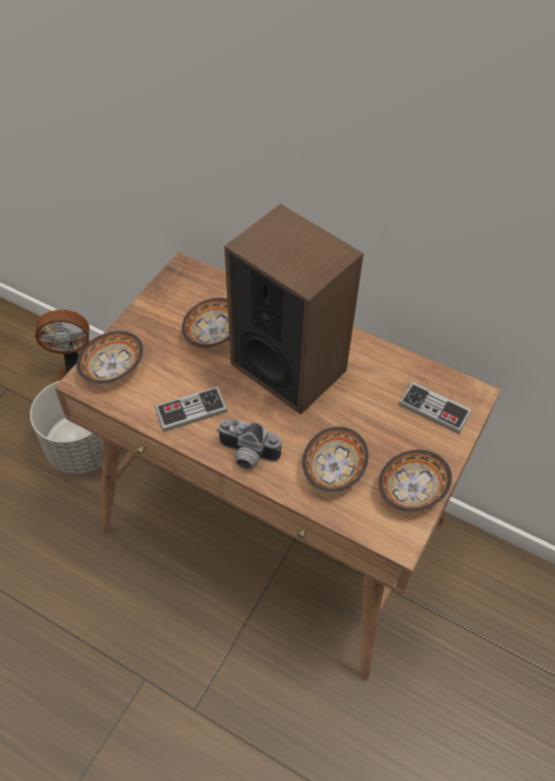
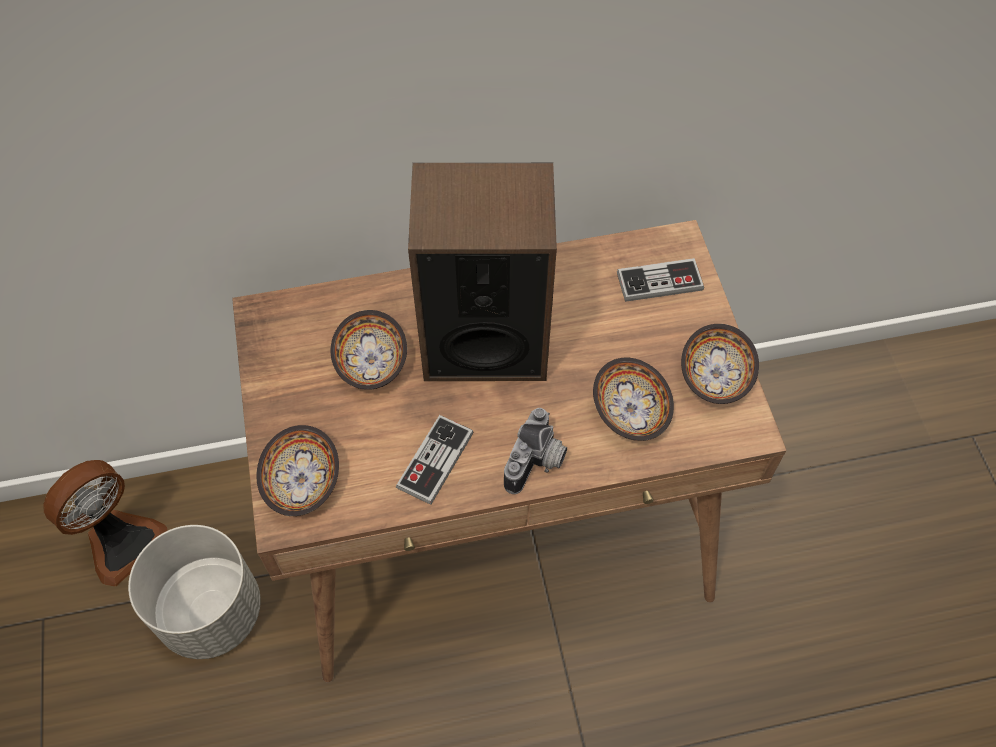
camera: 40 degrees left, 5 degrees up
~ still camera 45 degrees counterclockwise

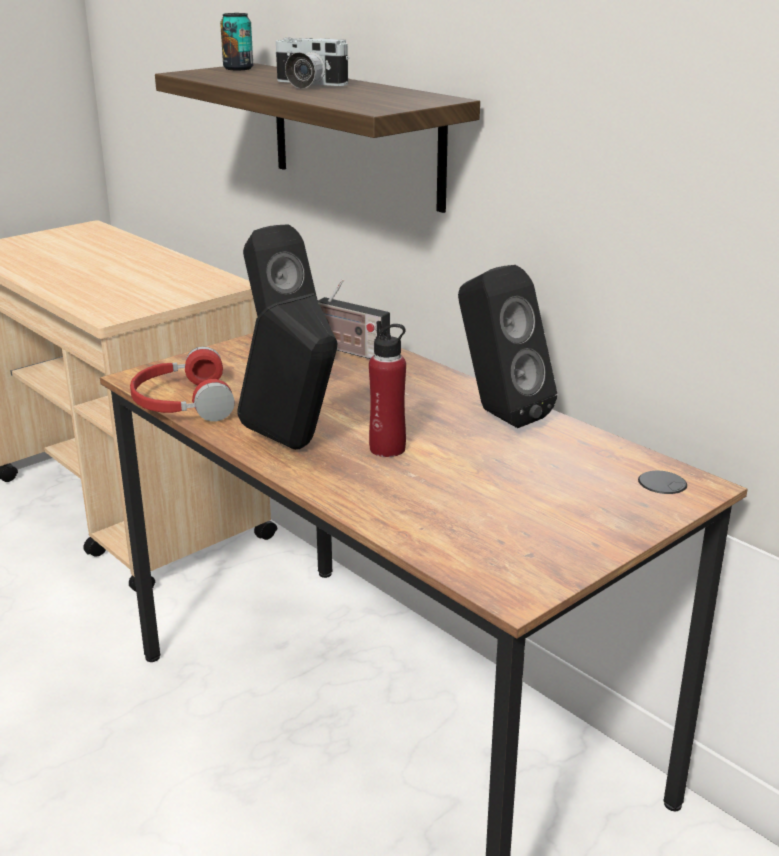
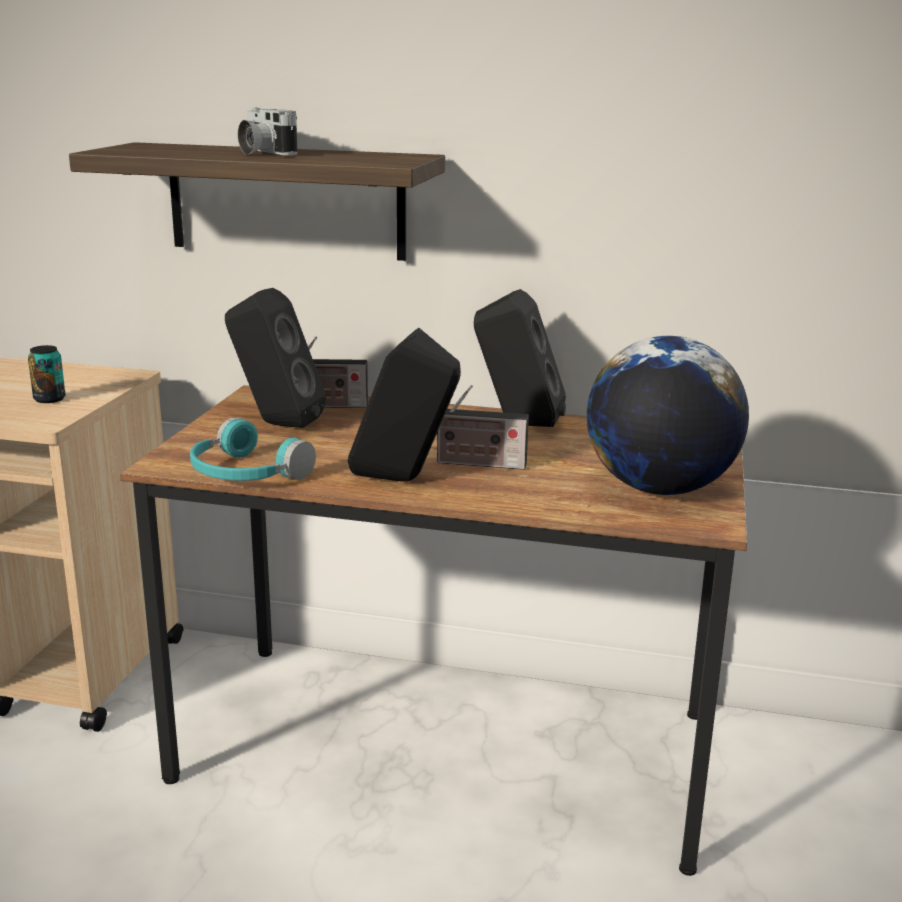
camera: 35 degrees left, 5 degrees down
~ sealed can
~ still camera 60 degrees clockwise
~ bottle in red to radio (2nd from left)
~ pair of headphones in red to pair of headphones in turquoise-coloured
+ desk globe

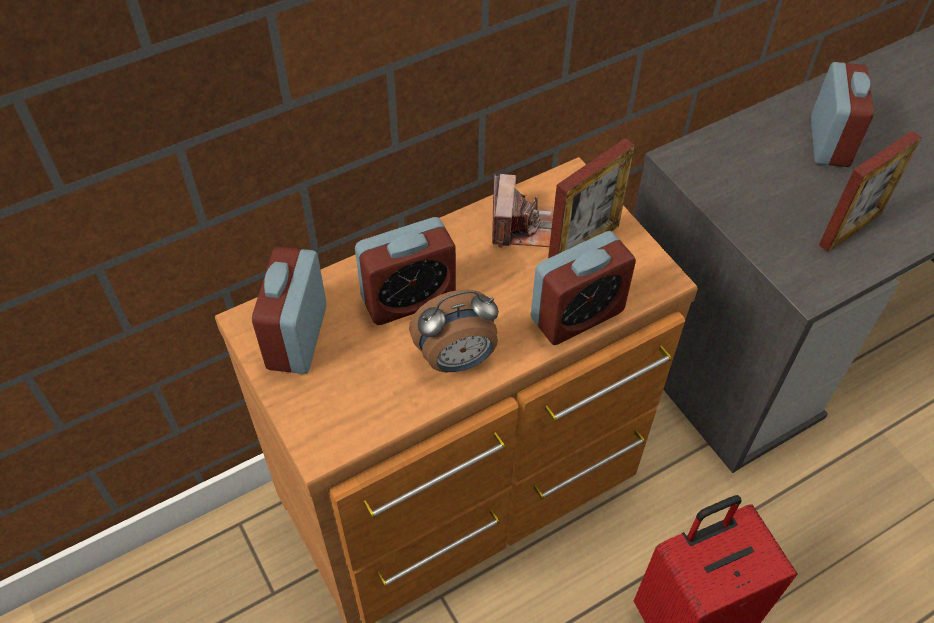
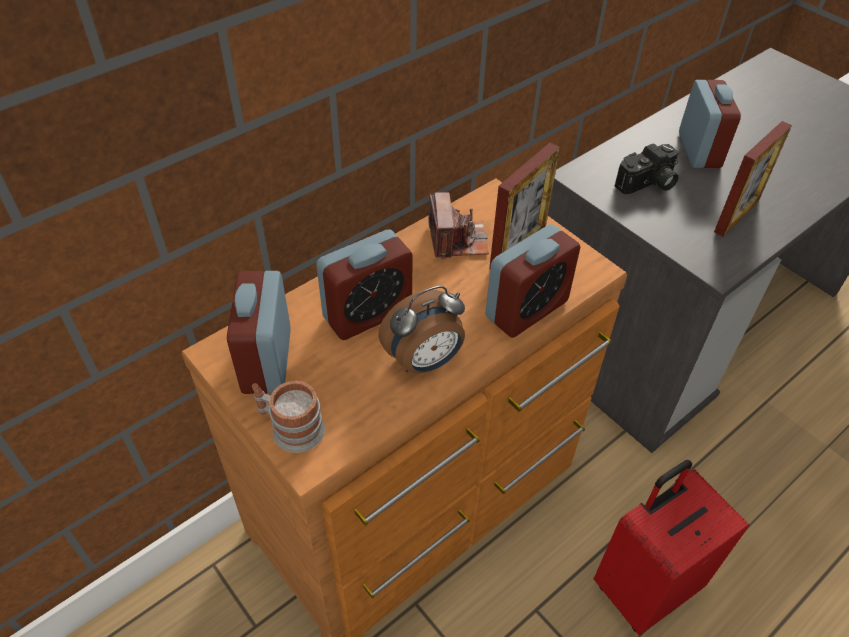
camera: 10 degrees left, 5 degrees down
+ still camera (2nd from left)
+ mug

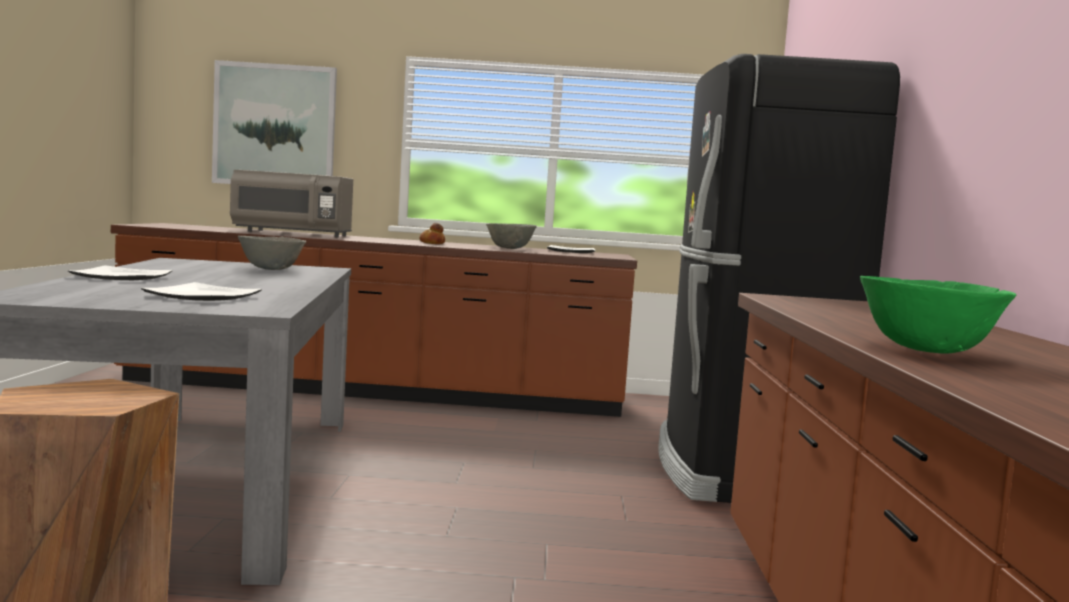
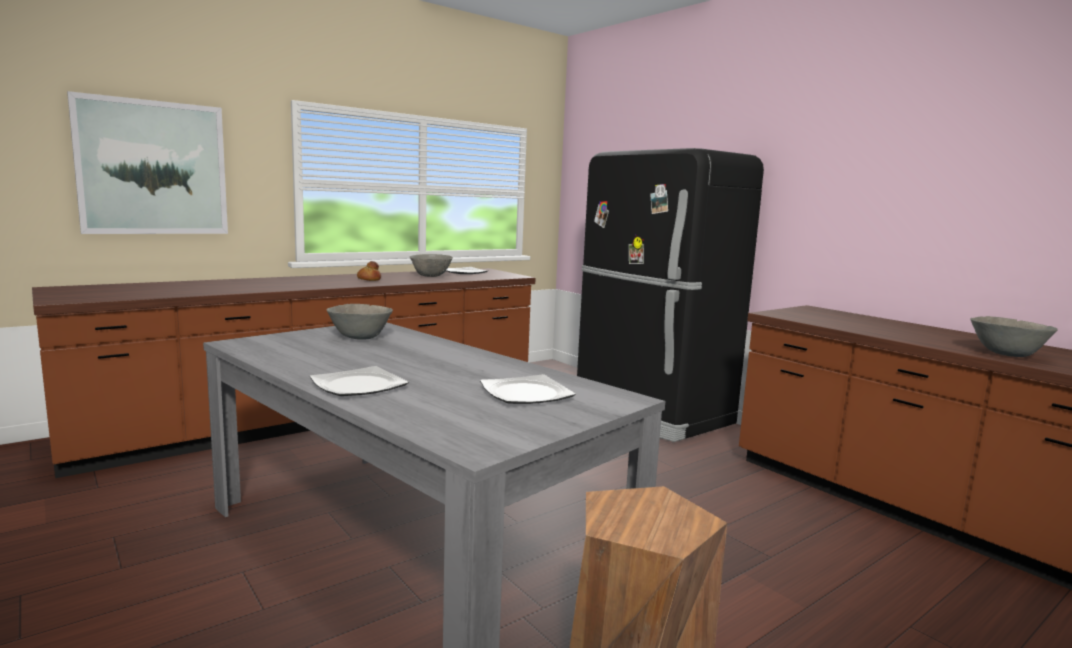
camera: 40 degrees left, 5 degrees up
- kitchen microwave in grey
~ serving bowl in greenish to serving bowl in grey (3rd from left)

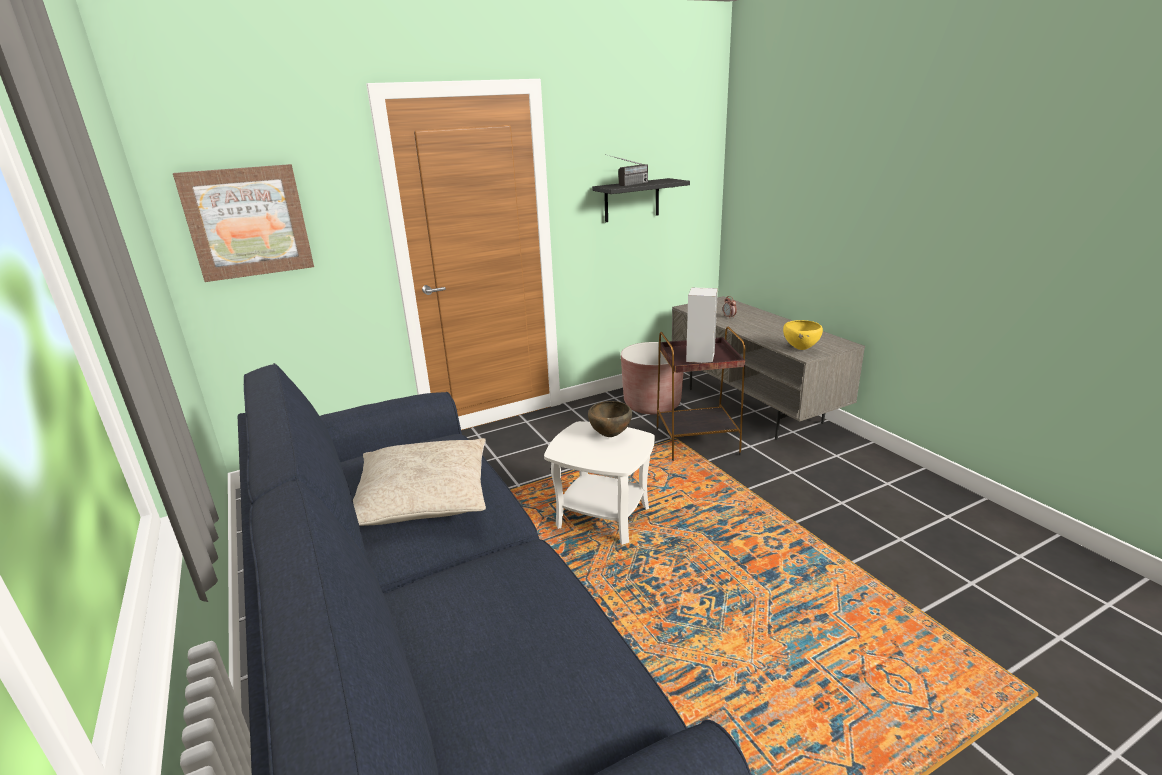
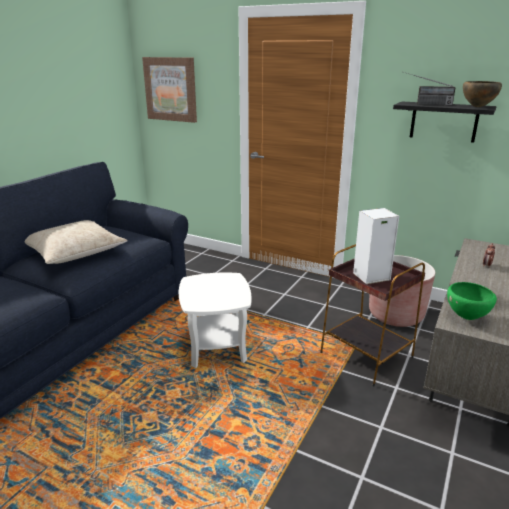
camera: 55 degrees right, 0 degrees up
~ serving bowl in yellowish to serving bowl in greenish
~ serving bowl in brown

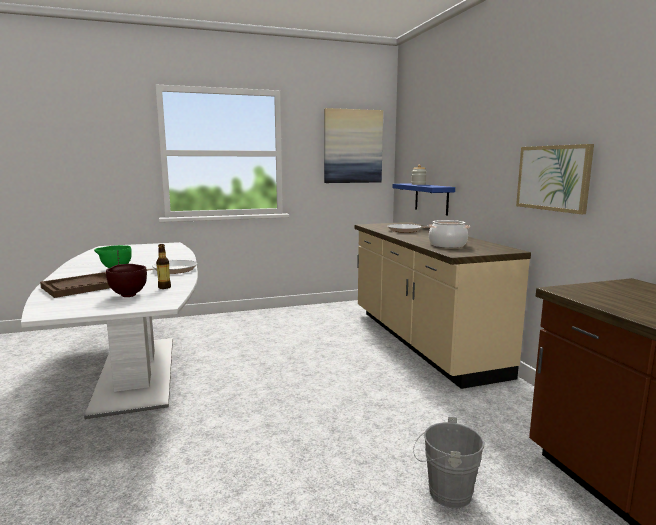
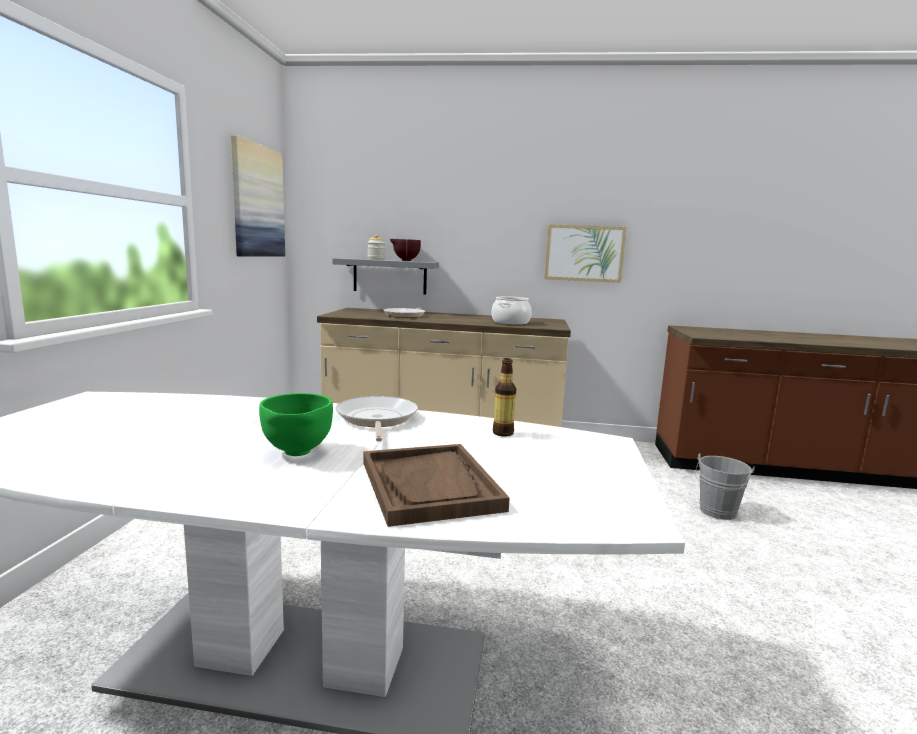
camera: 65 degrees left, 0 degrees up
~ bracket shelf in blue to bracket shelf in grey
~ serving bowl in brown

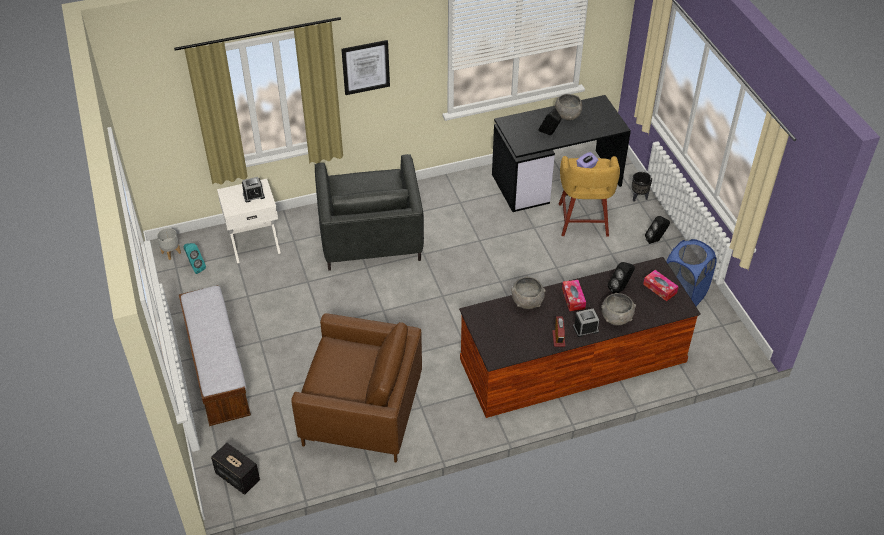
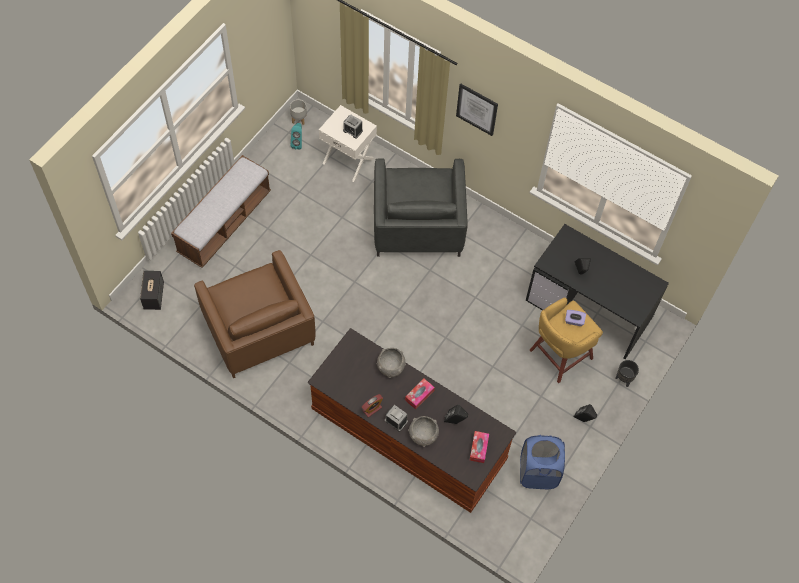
camera: 50 degrees right, 15 degrees up
- serving bowl in grey (2nd from left)
~ easy chair in grey 45 degrees counterclockwise

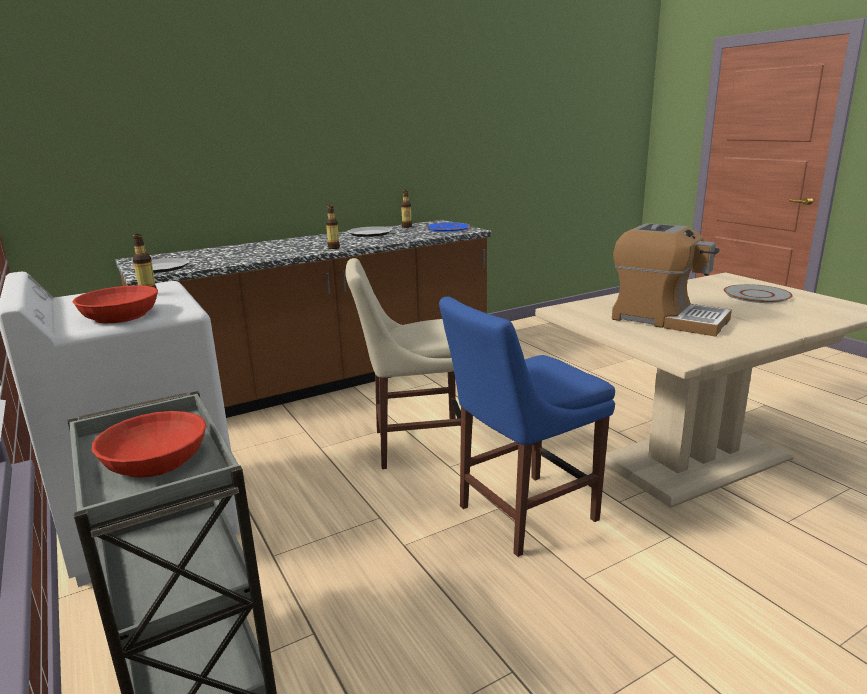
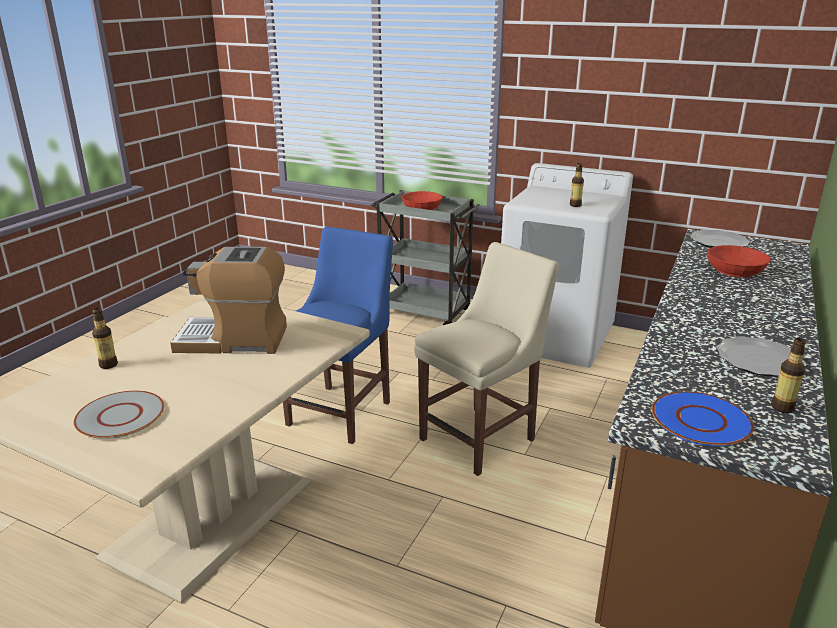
camera: 145 degrees right, 5 degrees up
~ bottle (2nd from left in the first image) to bottle (1st from left)
~ serving bowl in red (1st from left in the first image) to serving bowl in red (2nd from left)

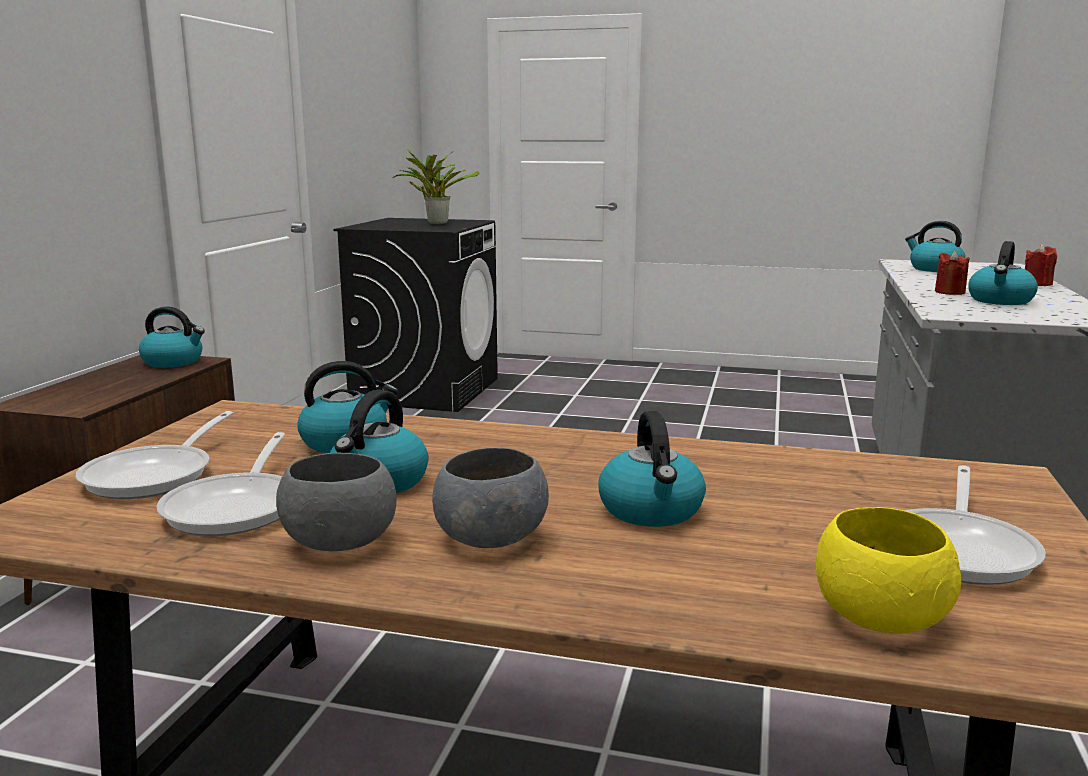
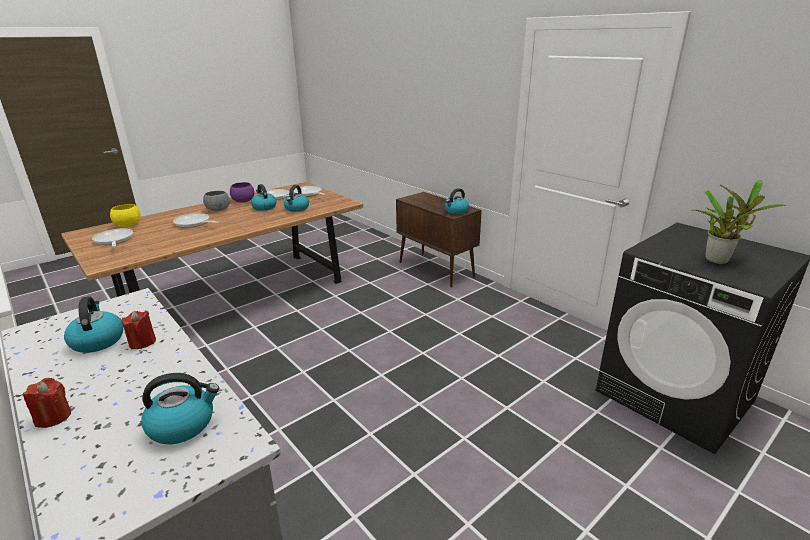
camera: 125 degrees right, 10 degrees up
~ water kettle (4th from left) to skillet (2nd from left)
~ serving bowl in grey (1st from left) to serving bowl in purple

